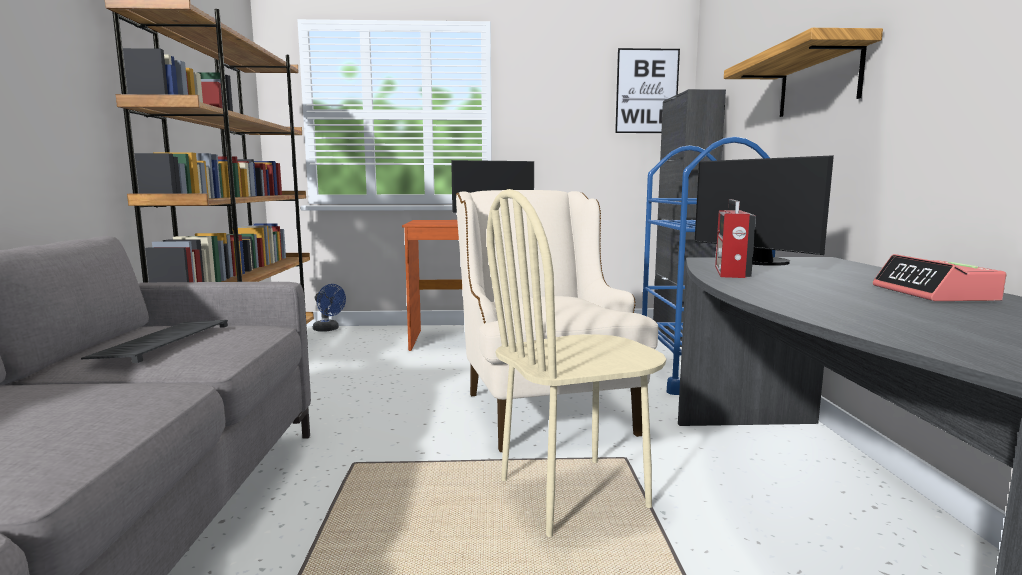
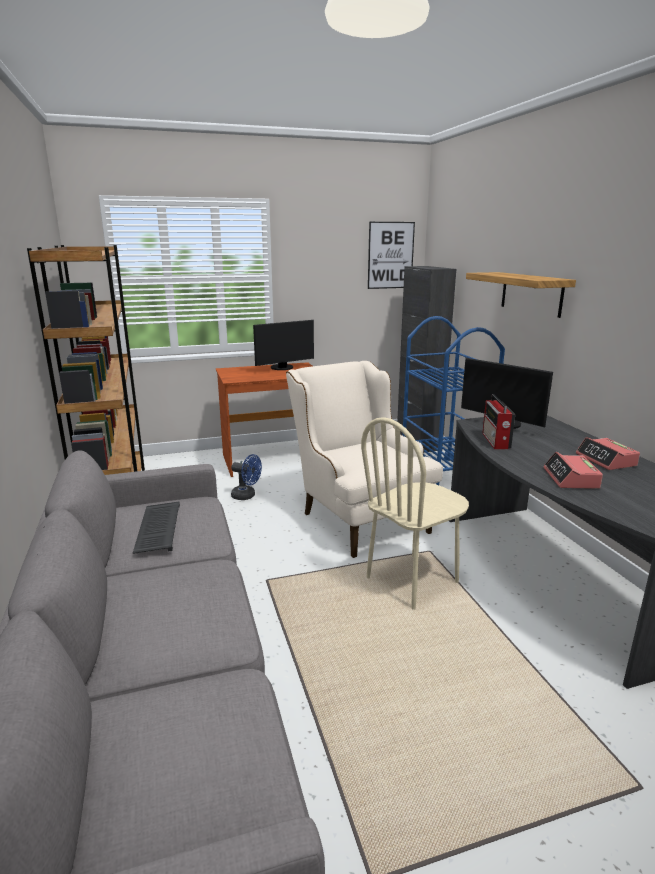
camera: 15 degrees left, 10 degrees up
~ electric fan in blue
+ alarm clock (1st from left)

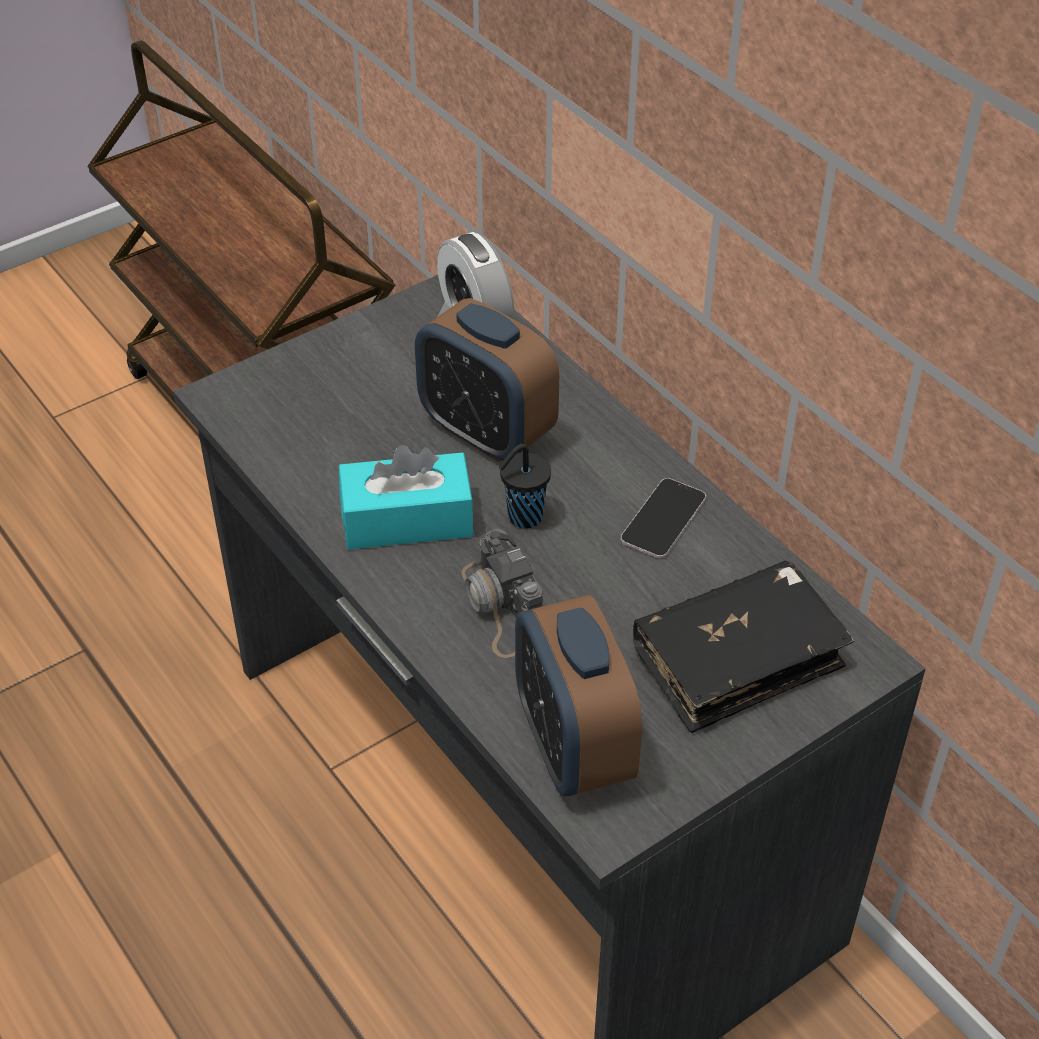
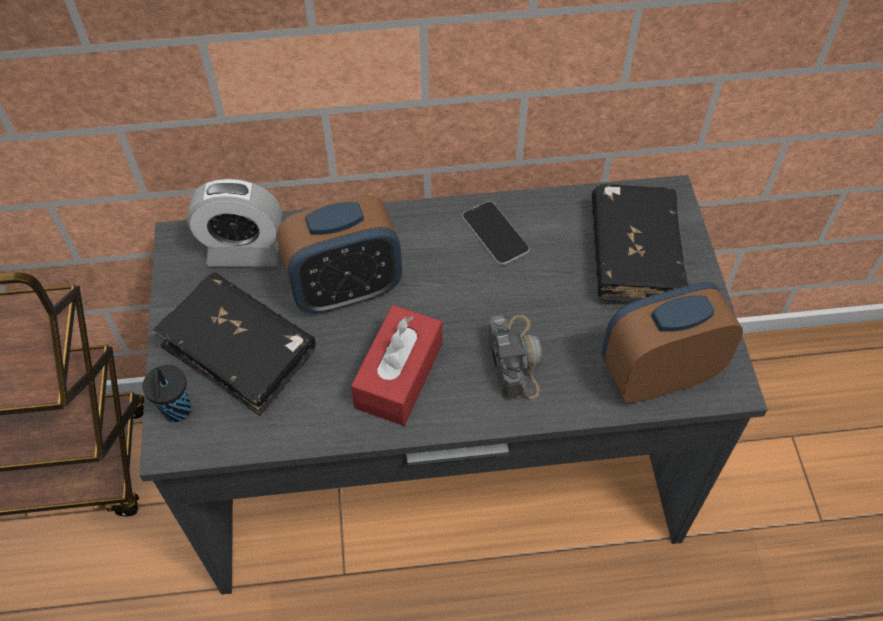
camera: 60 degrees left, 10 degrees up
~ drinking cup in blackish
~ tissue box in turquoise-coloured to tissue box in red
~ still camera 105 degrees counterclockwise
~ alarm clock (3rd from left) 150 degrees clockwise
+ book in blackish (1st from left)

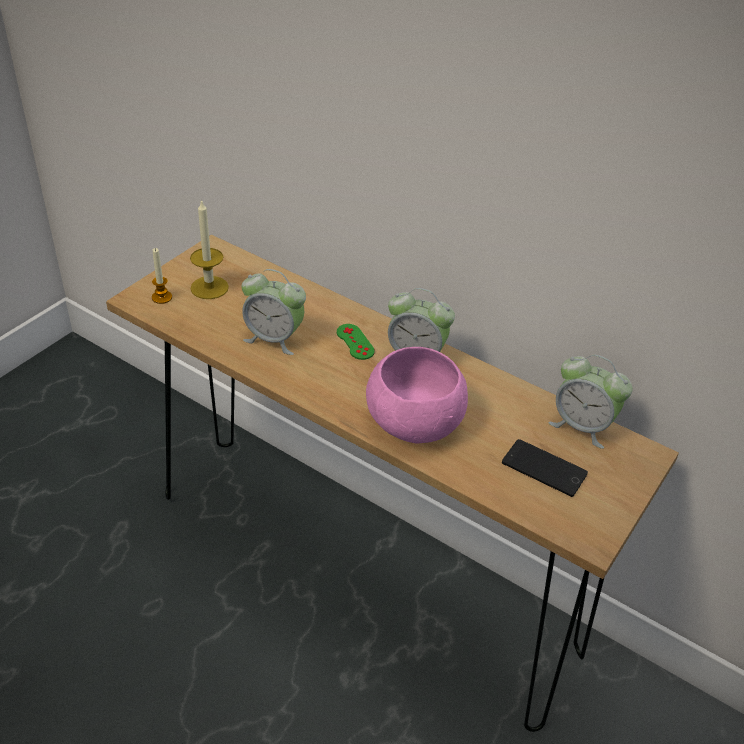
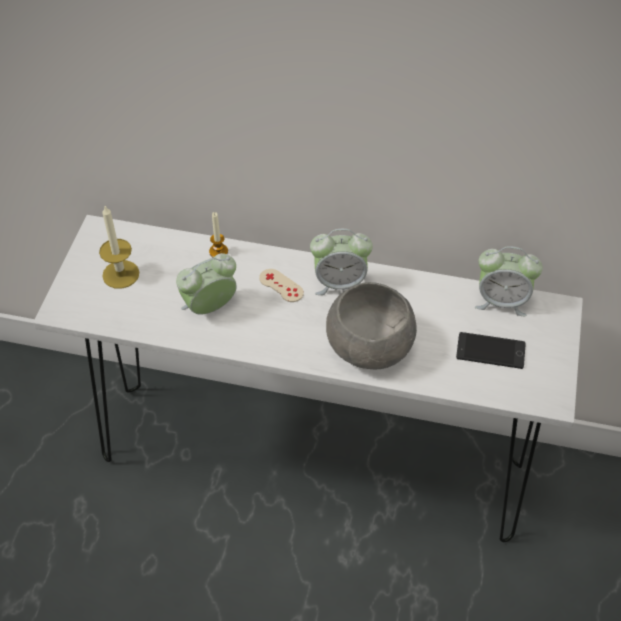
camera: 20 degrees left, 10 degrees up
~ console table in brown to console table in white
~ wax light (1st from left in the first image) to wax light (2nd from left)
~ alarm clock (1st from left) 150 degrees clockwise
~ gamepad in greenish to gamepad in beige
~ serving bowl in pink-coloured to serving bowl in grey

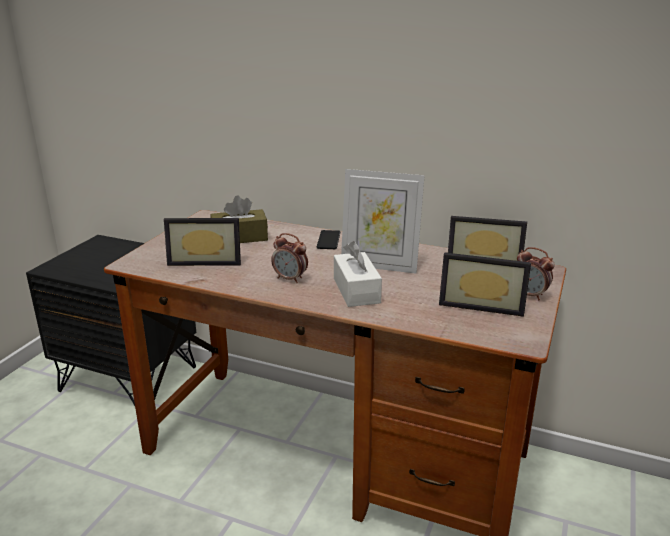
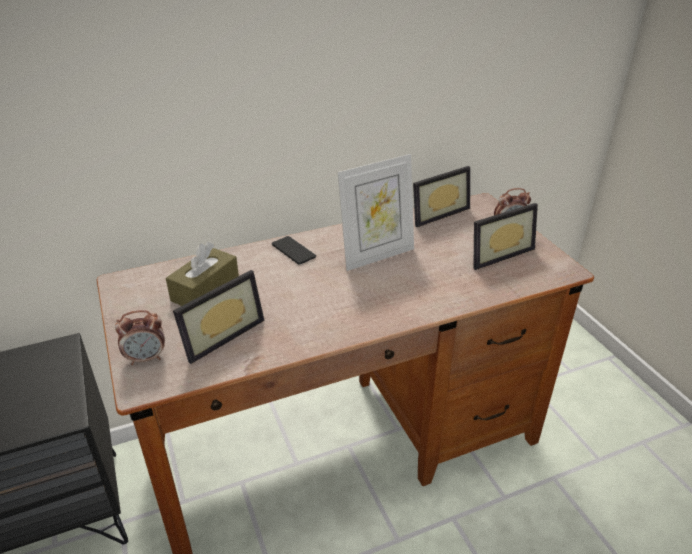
camera: 45 degrees left, 10 degrees up
~ alarm clock (1st from left)
- tissue box in white

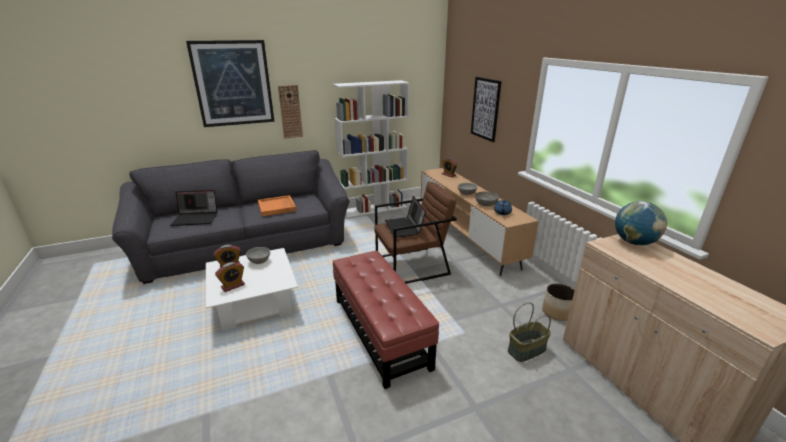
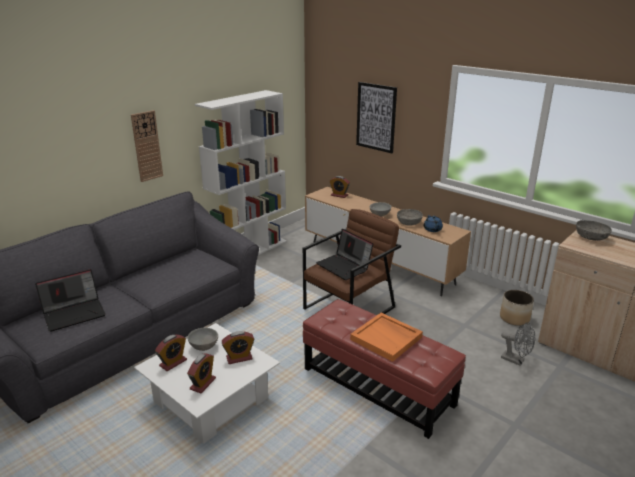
camera: 25 degrees left, 0 degrees up
- wall picture (1st from left)
~ tray in orangey
~ desk globe to serving bowl in grey (4th from left)
~ storage basket to electric fan in grey
+ alarm clock (3rd from left)

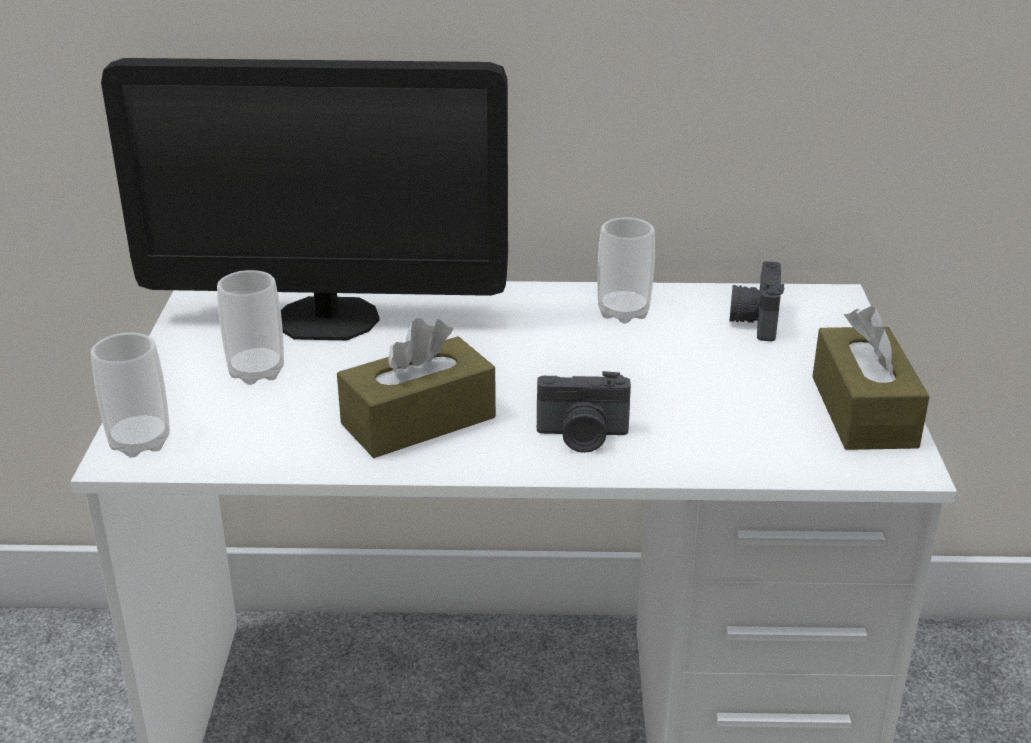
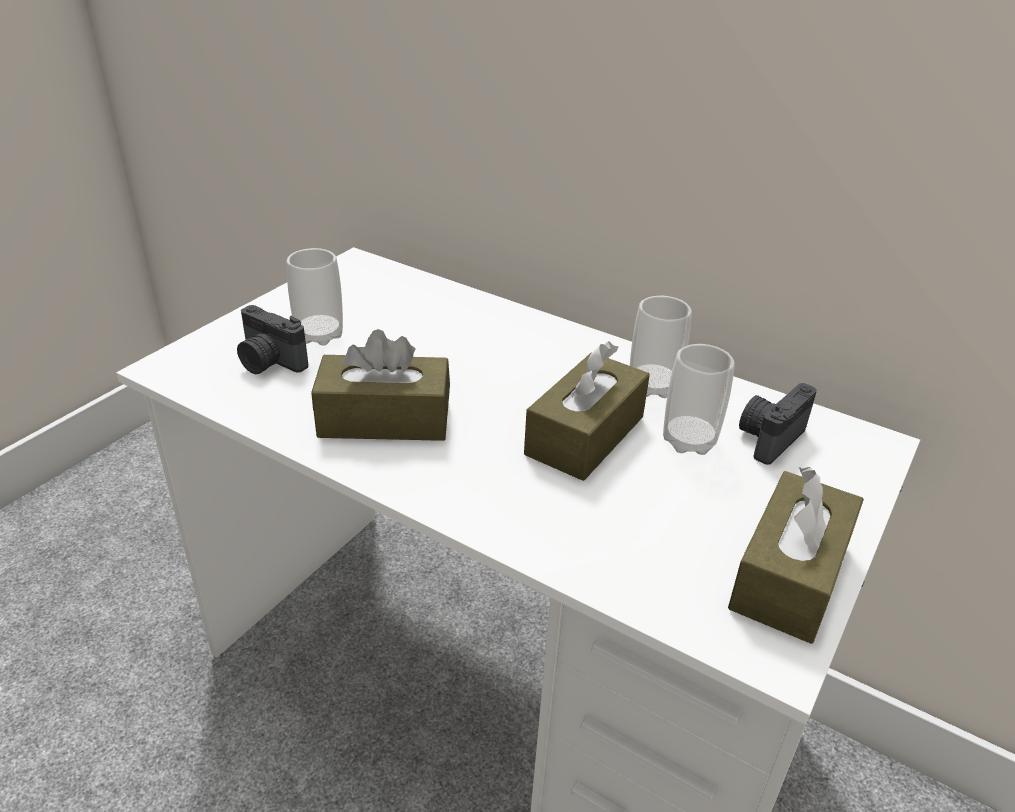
camera: 30 degrees right, 5 degrees up
- computer display
~ drinking cup (1st from left in the first image) to drinking cup (3rd from left)
~ still camera (1st from left)
+ tissue box in brown (2nd from left)

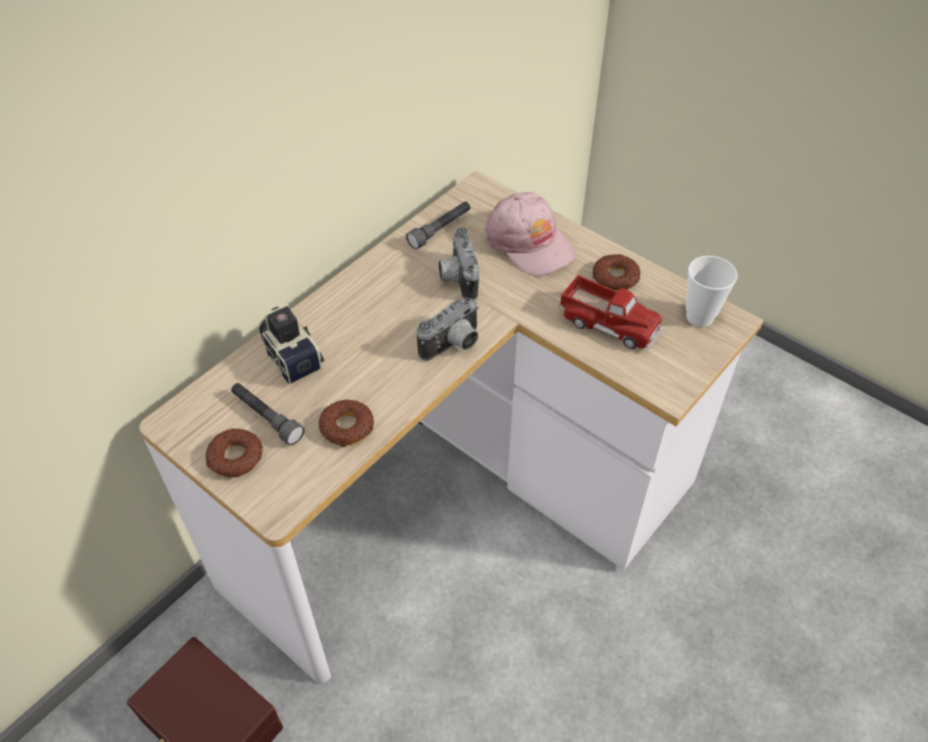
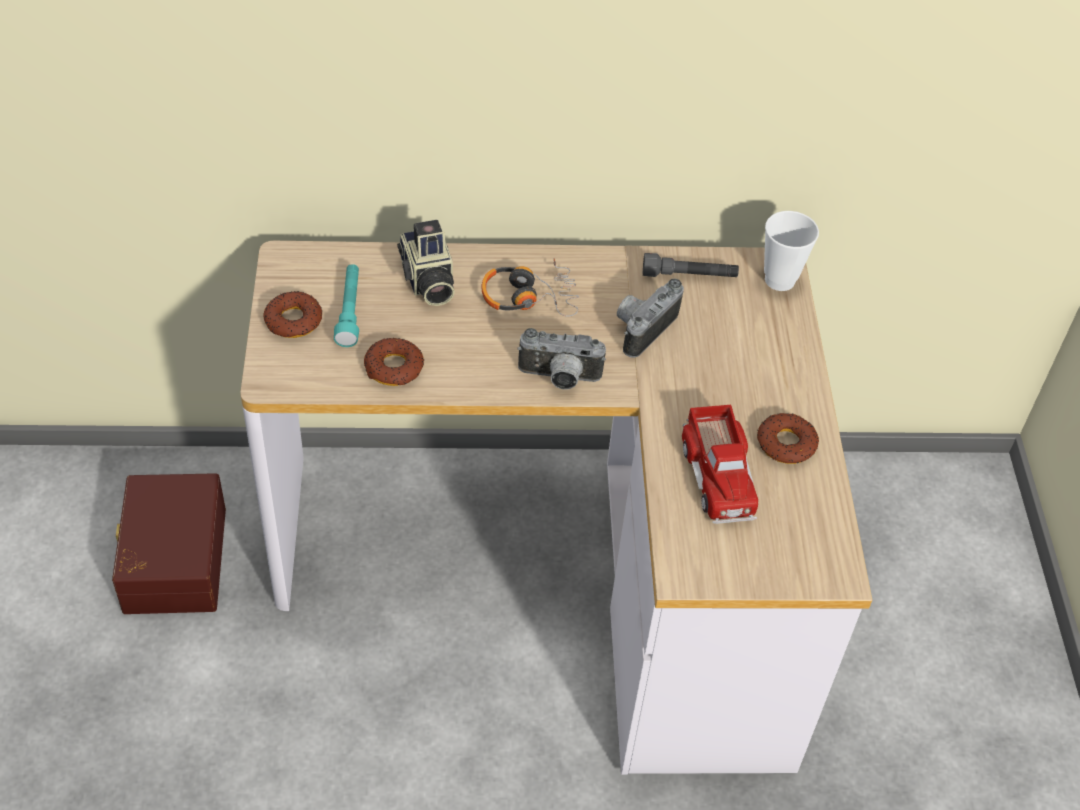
camera: 45 degrees right, 0 degrees up
- cap in pink-coloured
~ drinking cup
~ still camera (1st from left) 150 degrees clockwise
~ torch in grey (1st from left) to torch in turquoise-coloured
+ pair of headphones

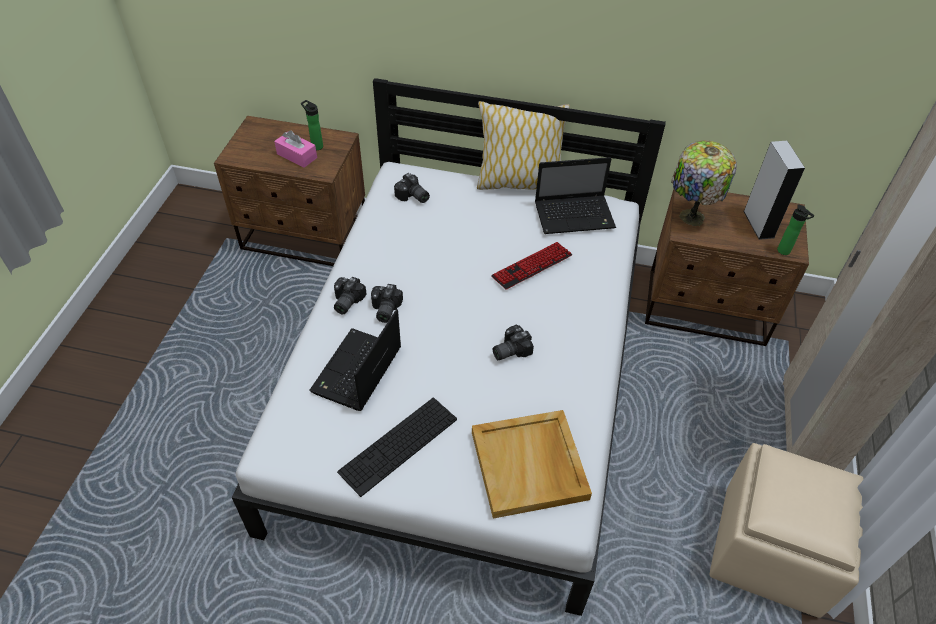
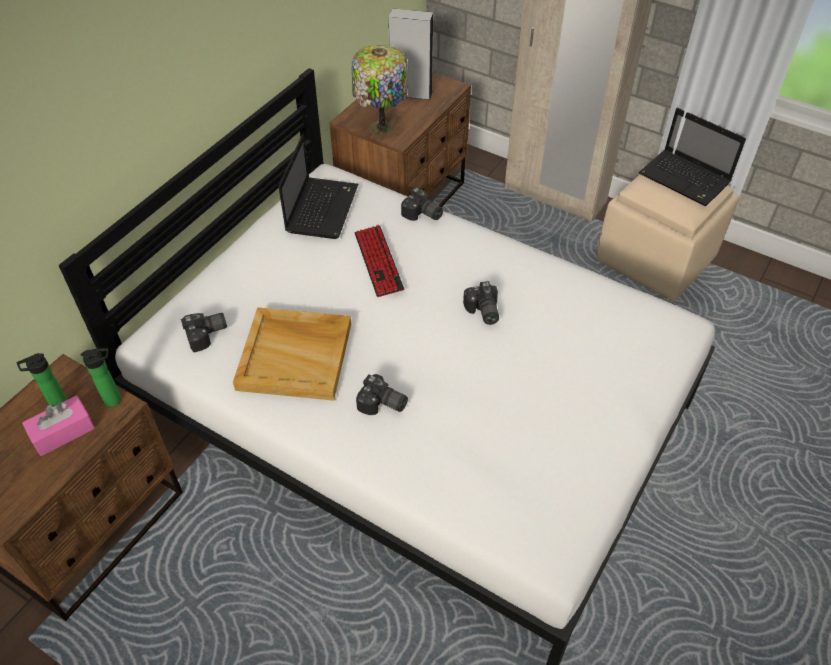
camera: 70 degrees left, 0 degrees up
- pillow
~ bottle (2nd from left)
~ still camera (1st from left in the first image) to still camera (3rd from left)
~ laptop (1st from left in the first image) to laptop (2nd from left)
- keyboard (1st from left)
~ tray in beige

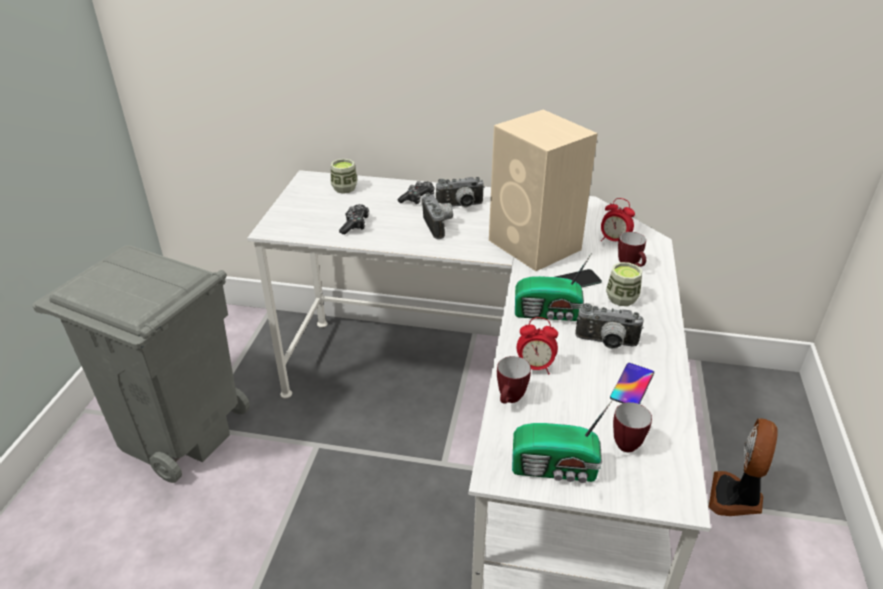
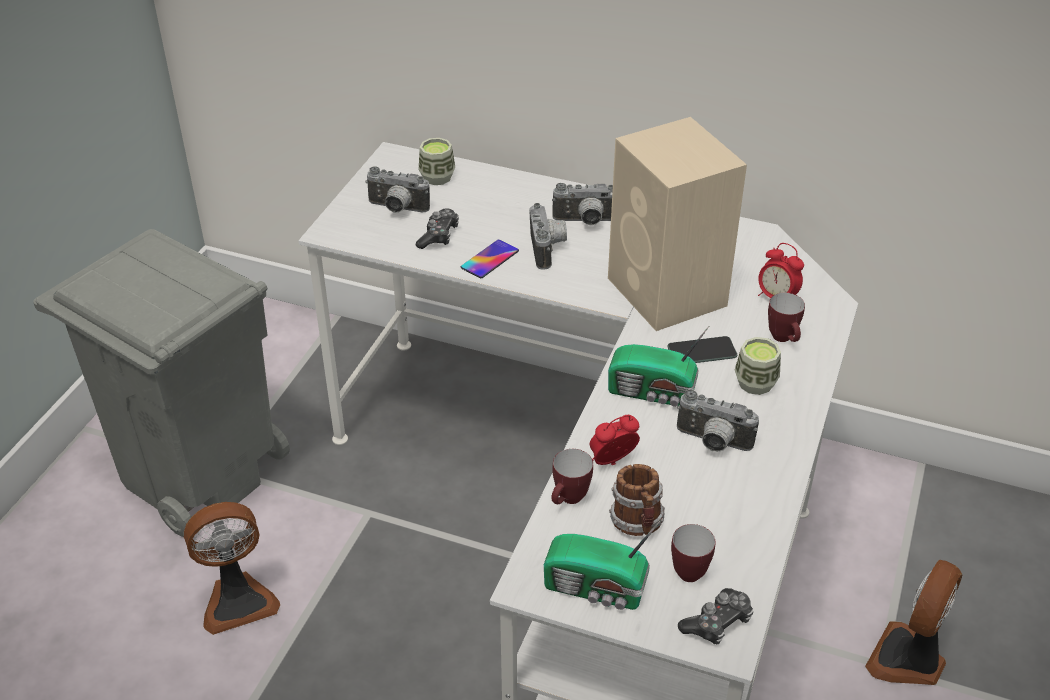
camera: 10 degrees right, 5 degrees up
~ gamepad (2nd from left)
~ alarm clock (1st from left) 135 degrees clockwise
~ phone (2nd from left in the first image) to phone (1st from left)
+ still camera (1st from left)
+ mug (2nd from left)
+ electric fan (1st from left)

